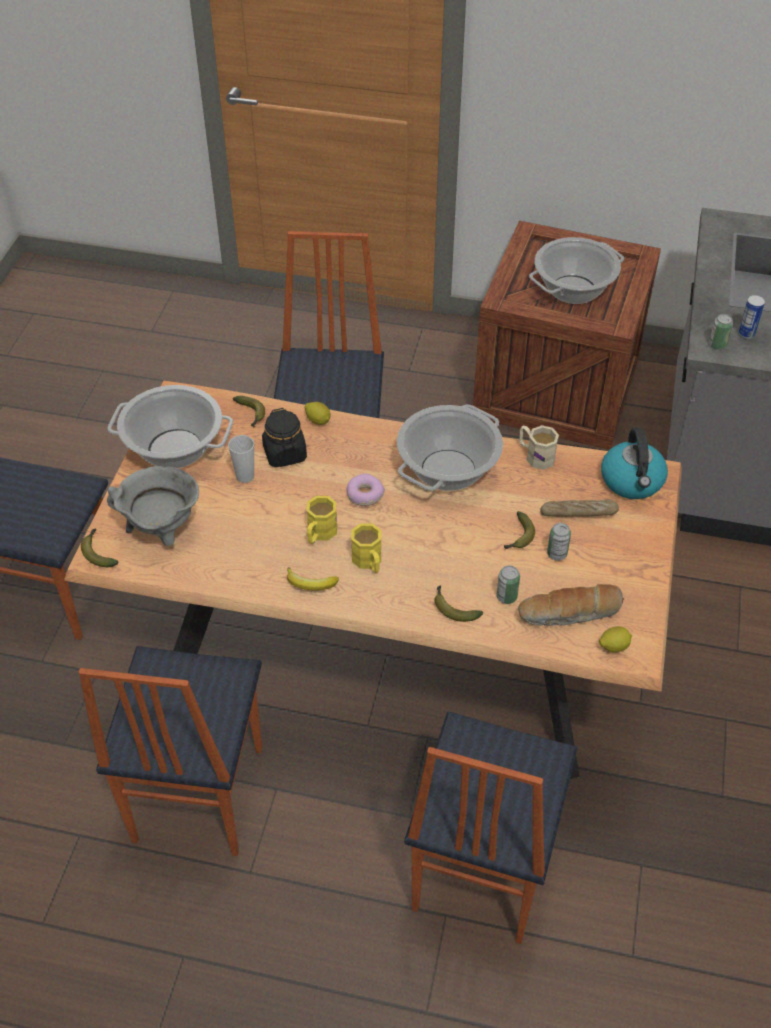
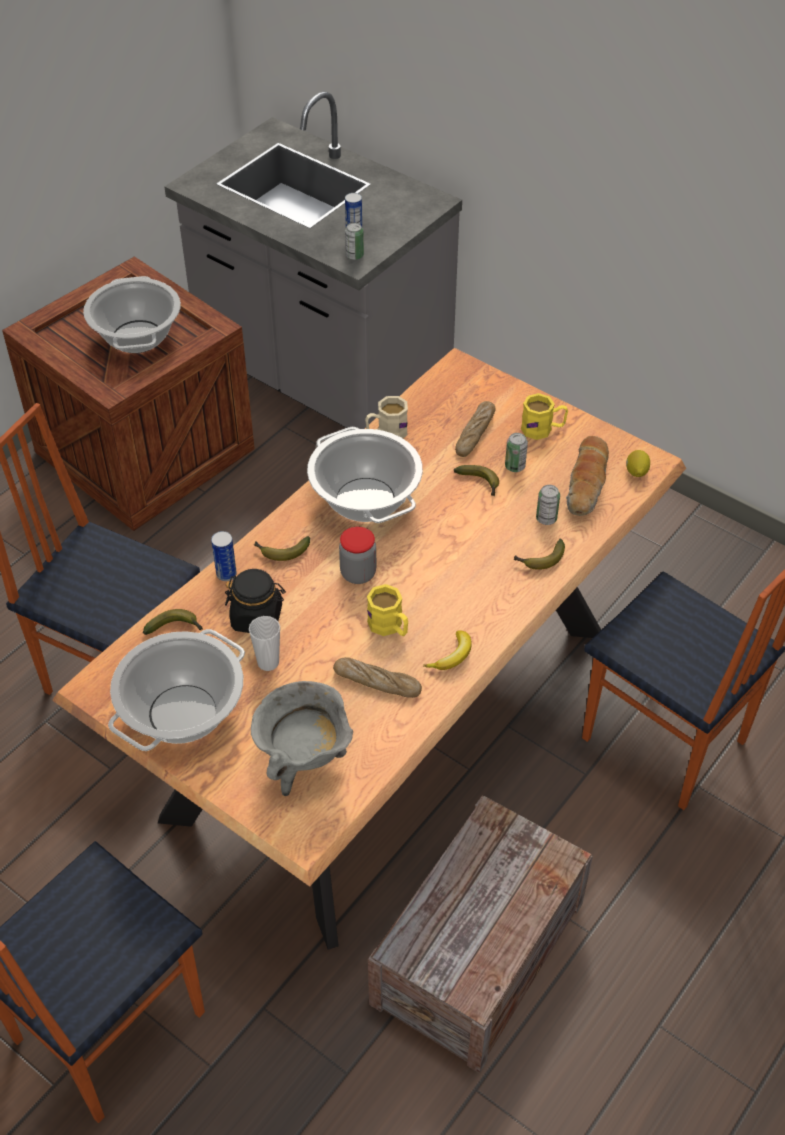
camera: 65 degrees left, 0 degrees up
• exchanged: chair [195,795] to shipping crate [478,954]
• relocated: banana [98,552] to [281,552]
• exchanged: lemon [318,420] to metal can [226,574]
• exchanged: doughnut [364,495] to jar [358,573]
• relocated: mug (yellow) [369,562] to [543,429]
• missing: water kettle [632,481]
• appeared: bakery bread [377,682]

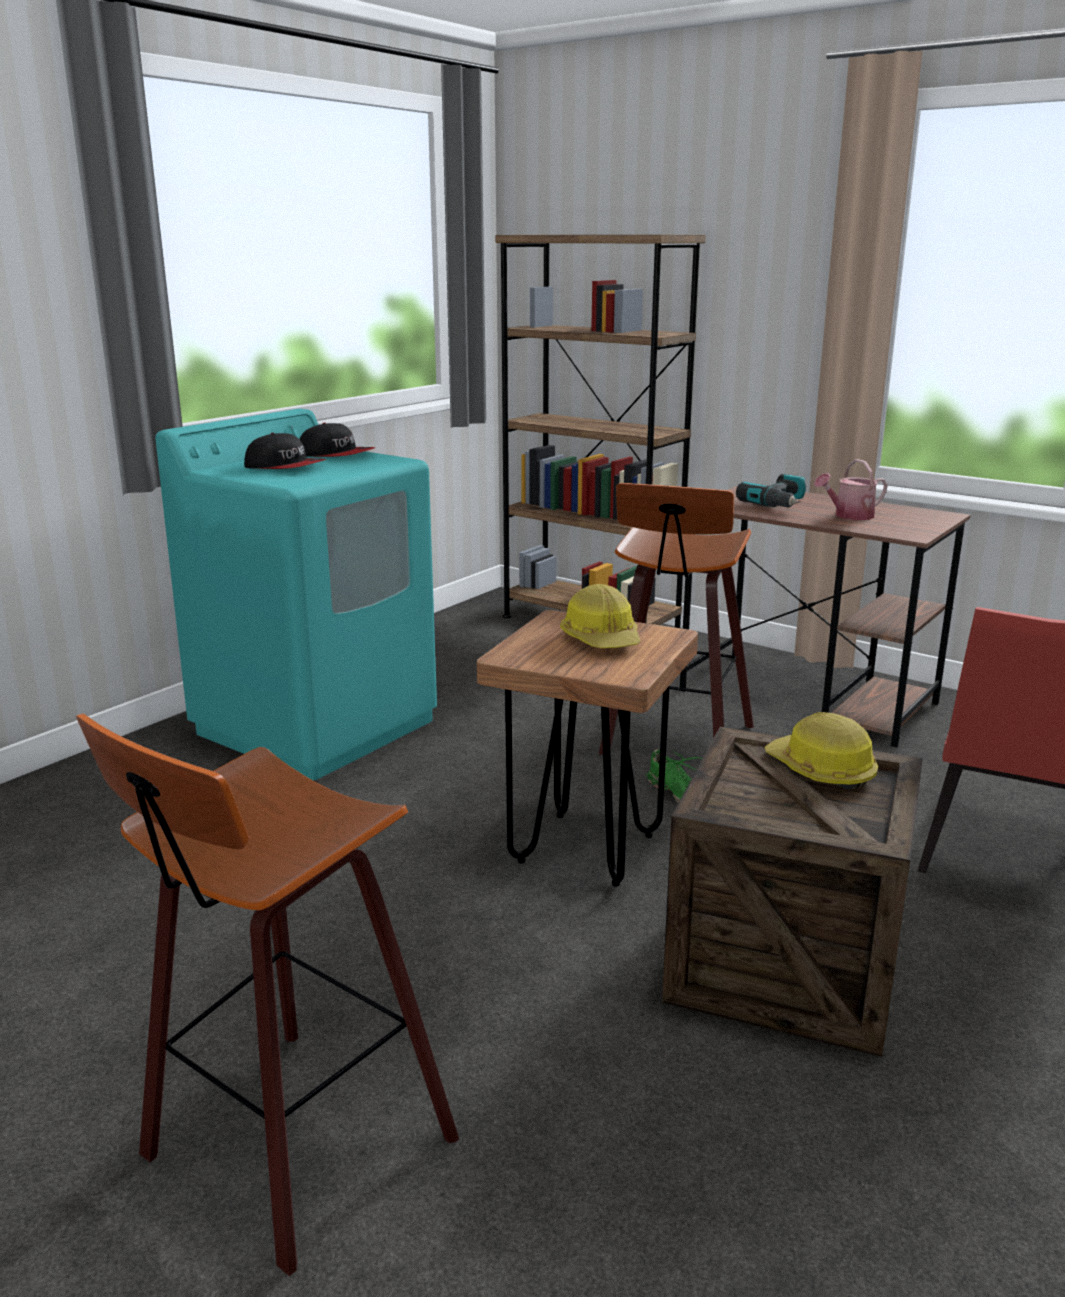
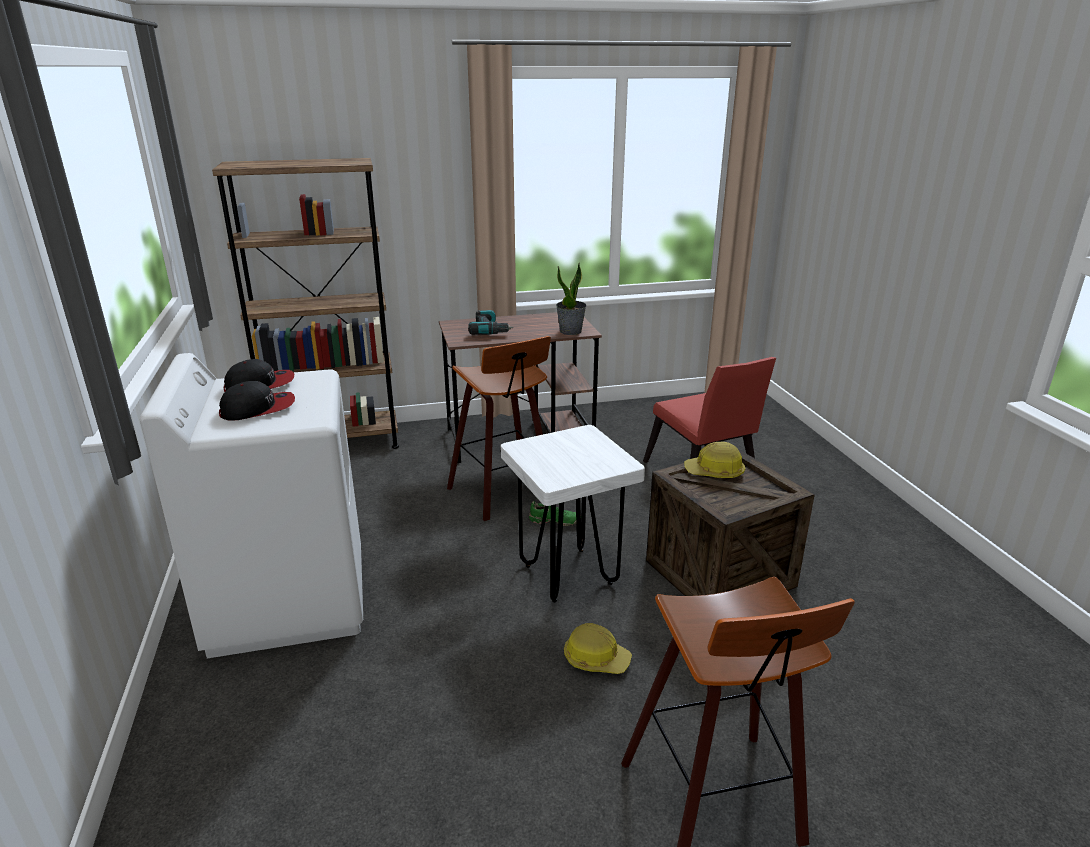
camera: 50 degrees left, 5 degrees up
• colour: washing machine (blue-green) [317,726] to washing machine (white-coloured) [288,599]
• colour: stool seat (brown-coloured) [587,848] to stool seat (white-coloured) [568,574]
• relocated: hard hat [602,639] to [596,659]
• missing: sprinkling can [849,516]
• appeared: houseplant [571,331]

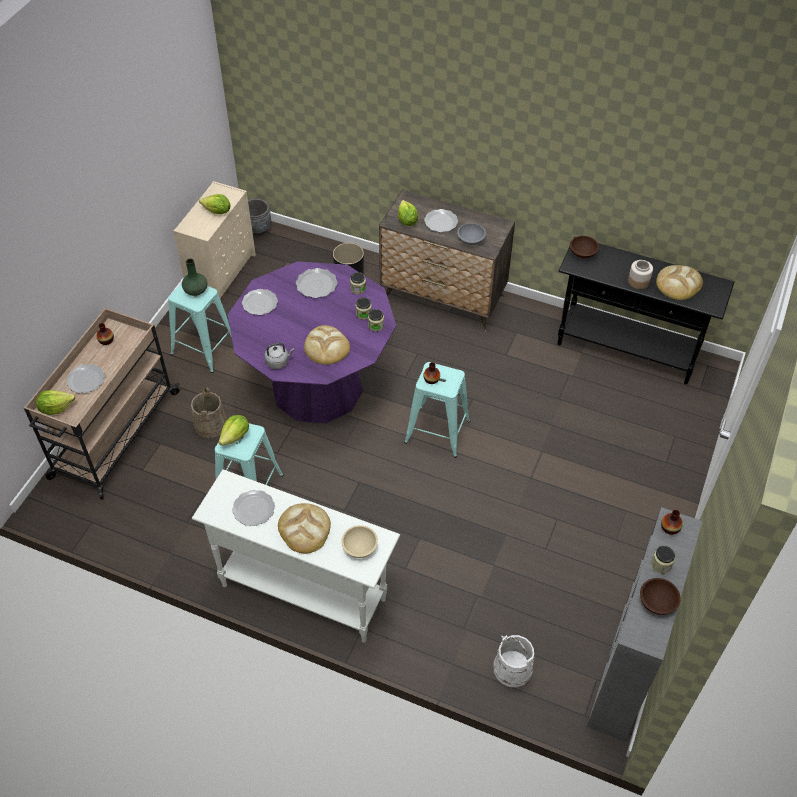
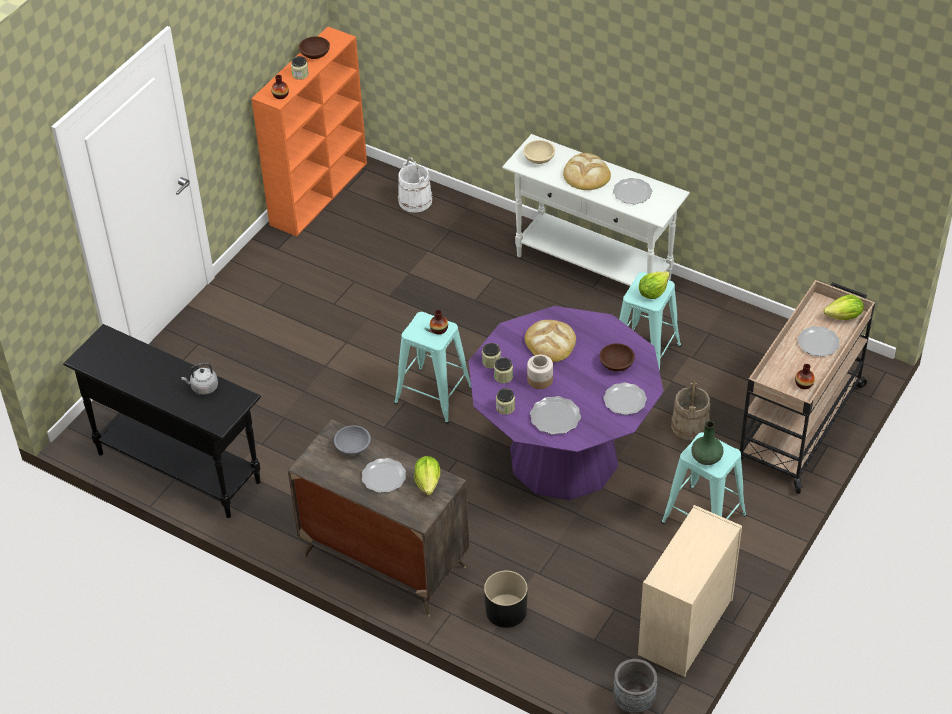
camera: 170 degrees left, 5 degrees down
• missing: lettuce [217,211]
• relocated: water kettle (greyish) [278,362] to [203,388]
• relocated: serving bowl (brown-coloured) [582,253] to [617,364]
• colour: bookcase (greyish) [625,670] to bookcase (orange) [319,192]
• relocated: jar [638,281] to [540,380]
• missing: bakery bread [678,284]

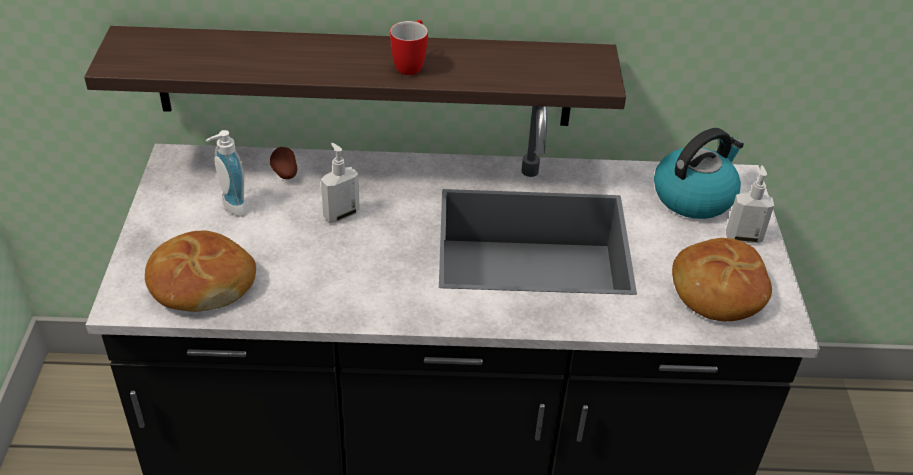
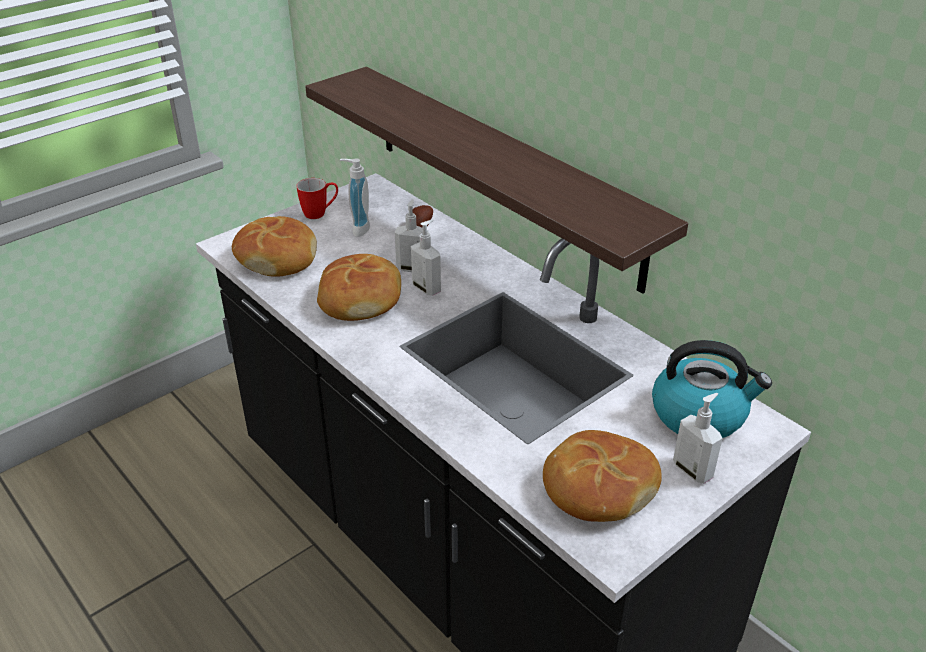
camera: 50 degrees right, 5 degrees down
• relocated: mug [411,65] to [320,213]
• appeared: bakery bread [361,299]
• appeared: soap dispenser [427,288]

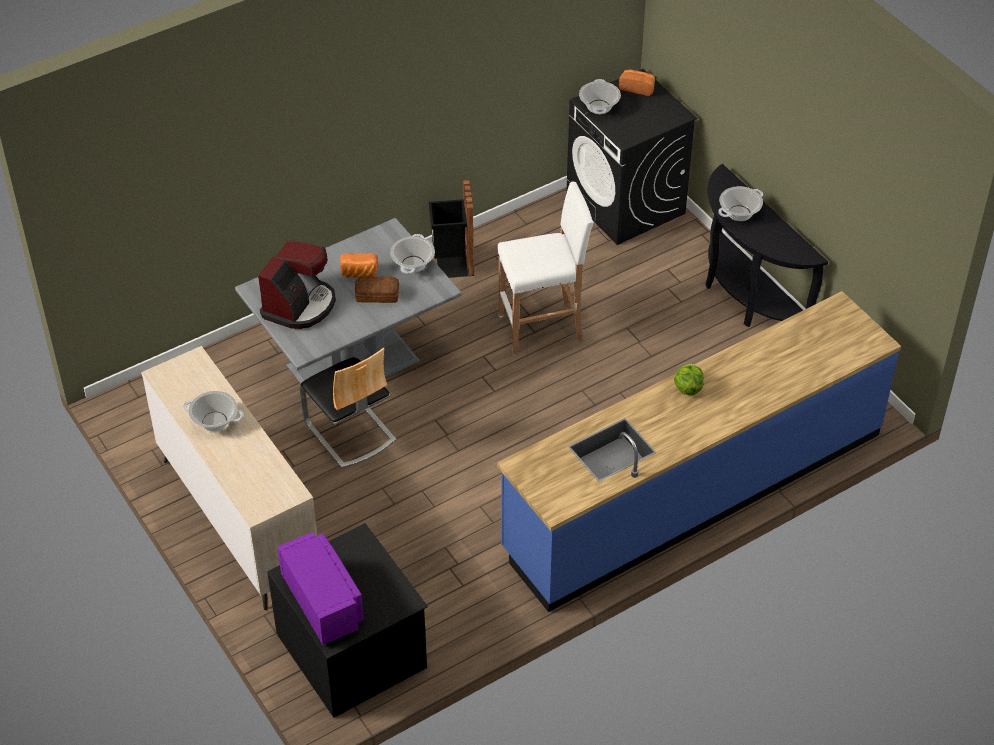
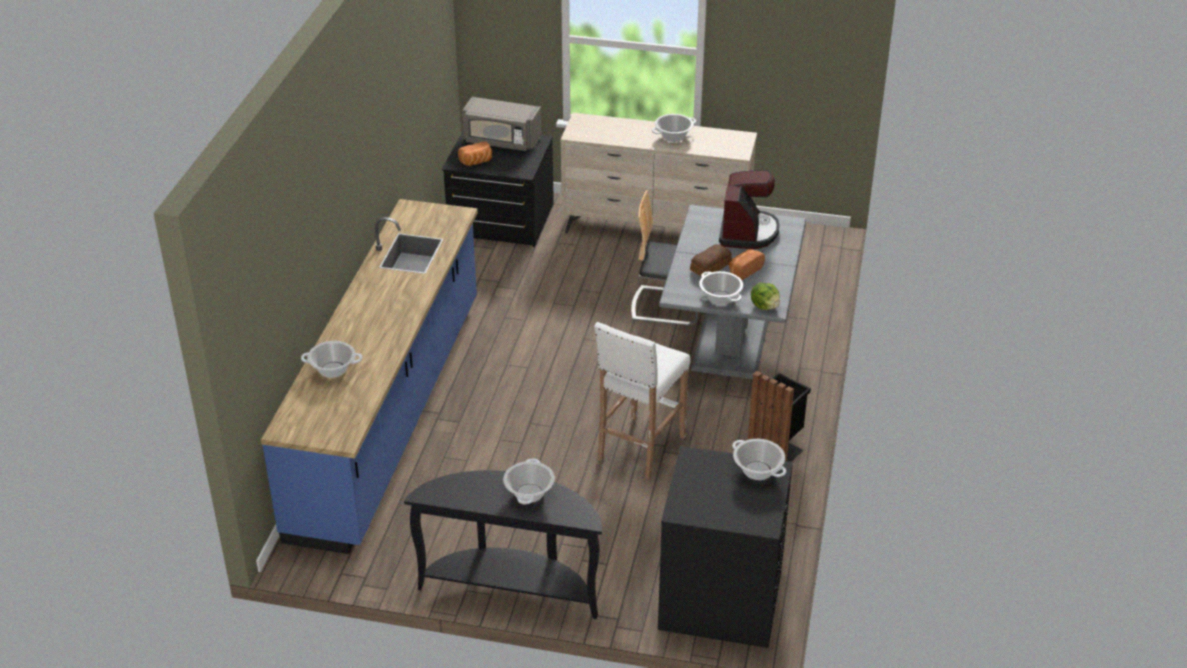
camera: 135 degrees right, 10 degrees down
• spun: coffee brewer [300,305] = [747,232] 150 degrees counterclockwise
• colour: kitchen microwave (purple-coloured) [323,602] to kitchen microwave (greyish) [502,141]
• relocated: bakery bread [637,88] to [476,162]
• relocated: lettuce [688,388] to [765,306]
• appeared: saucepot [333,369]

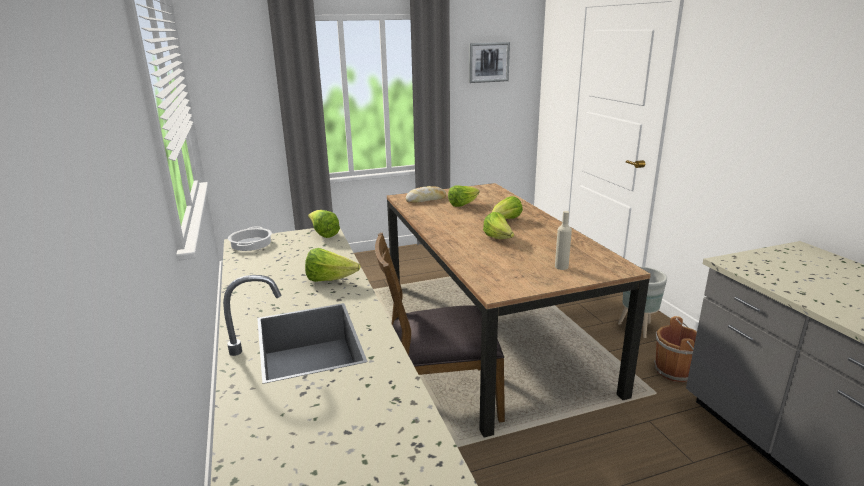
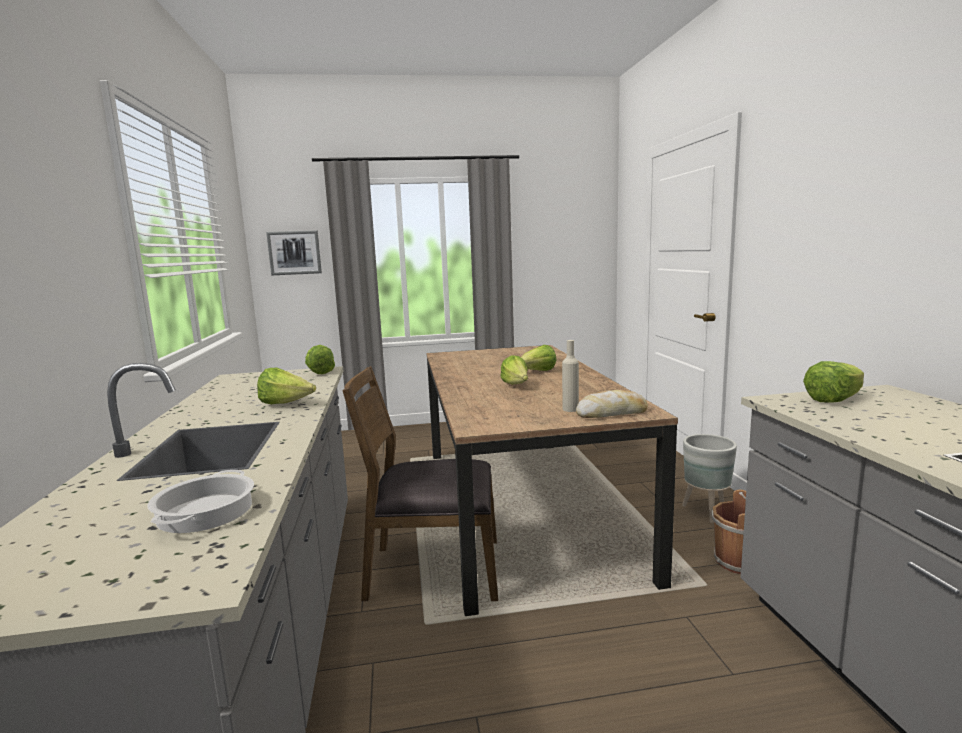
camera: 10 degrees right, 10 degrees down
• relocated: saucepot [251,243] to [205,511]
• relocated: bakery bread [426,199] to [612,413]
• relocated: lettuce [462,204] to [834,400]
• relocated: wall picture [488,62] to [294,252]

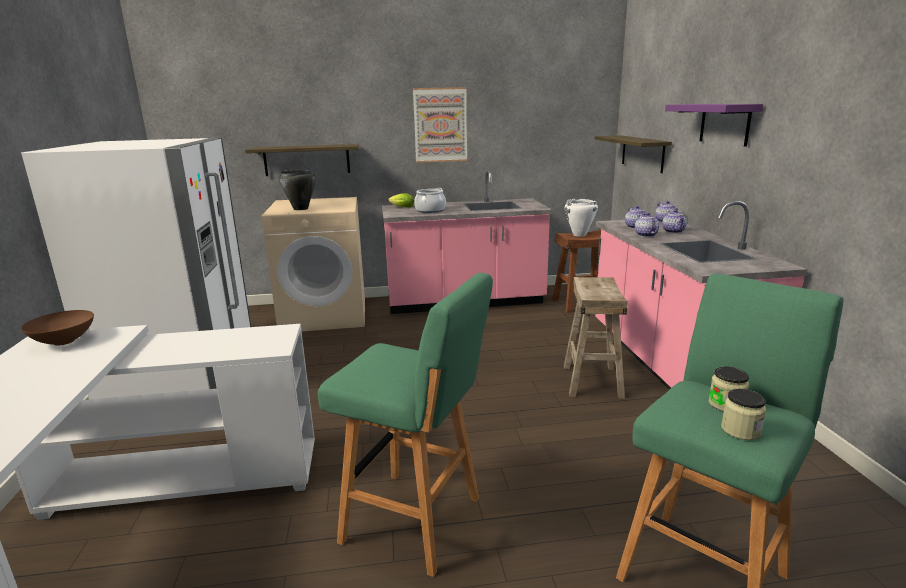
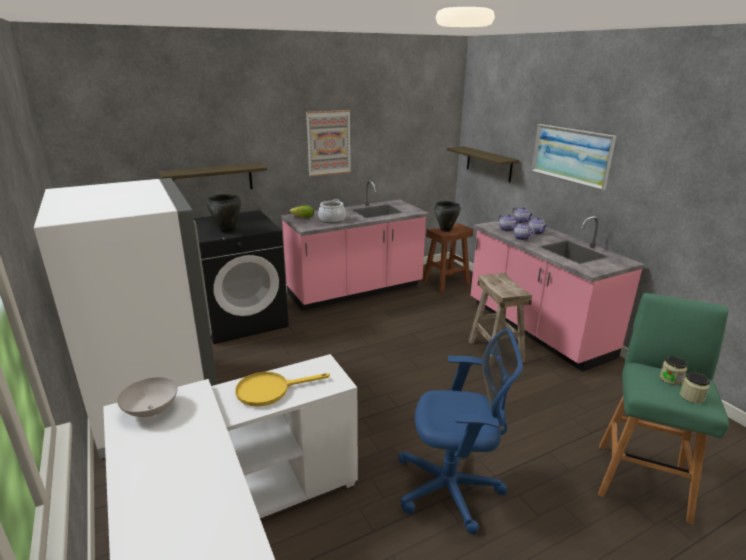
camera: 20 degrees left, 5 degrees up
• colour: serving bowl (brown-coloured) [64,342] to serving bowl (white-coloured) [152,410]
• colour: washing machine (beige) [325,315] to washing machine (blackish) [244,319]
• exchanged: stool seat (greenish) [416,521] to computer chair (blue) [453,489]
• colour: saucepot (white-coloured) [579,235] to saucepot (blackish) [445,230]
• exchanged: wall shelf (purple-coloured) [724,124] to wall picture [571,155]
• appeared: skillet (yellow) [270,390]

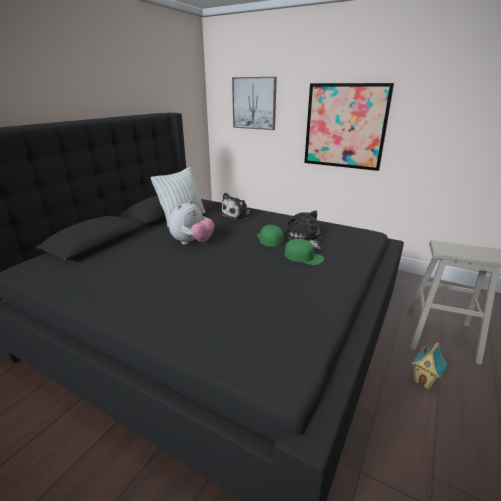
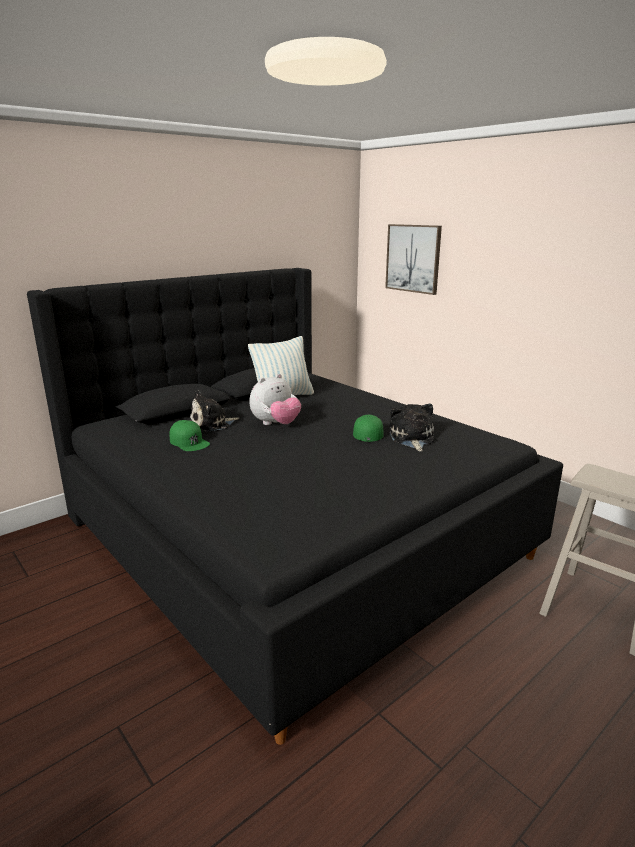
camera: 20 degrees right, 5 degrees down
• relocated: plush toy [237,215] to [212,424]
• relocated: cap (greenish) [303,256] to [189,442]
• missing: wall picture [345,126]
• missing: miniature house [424,381]

